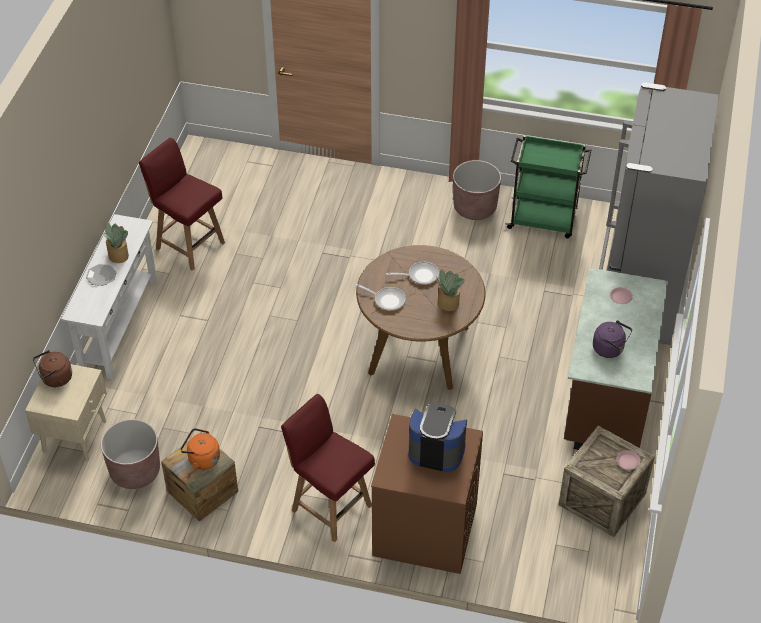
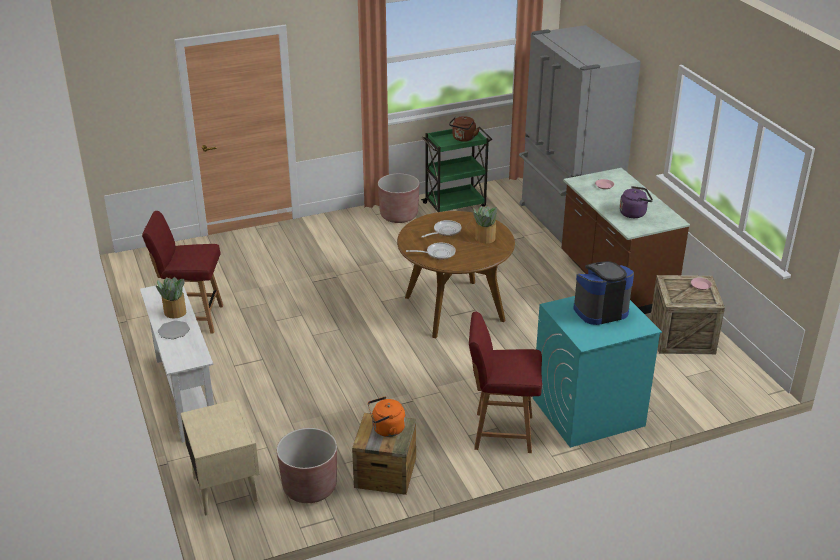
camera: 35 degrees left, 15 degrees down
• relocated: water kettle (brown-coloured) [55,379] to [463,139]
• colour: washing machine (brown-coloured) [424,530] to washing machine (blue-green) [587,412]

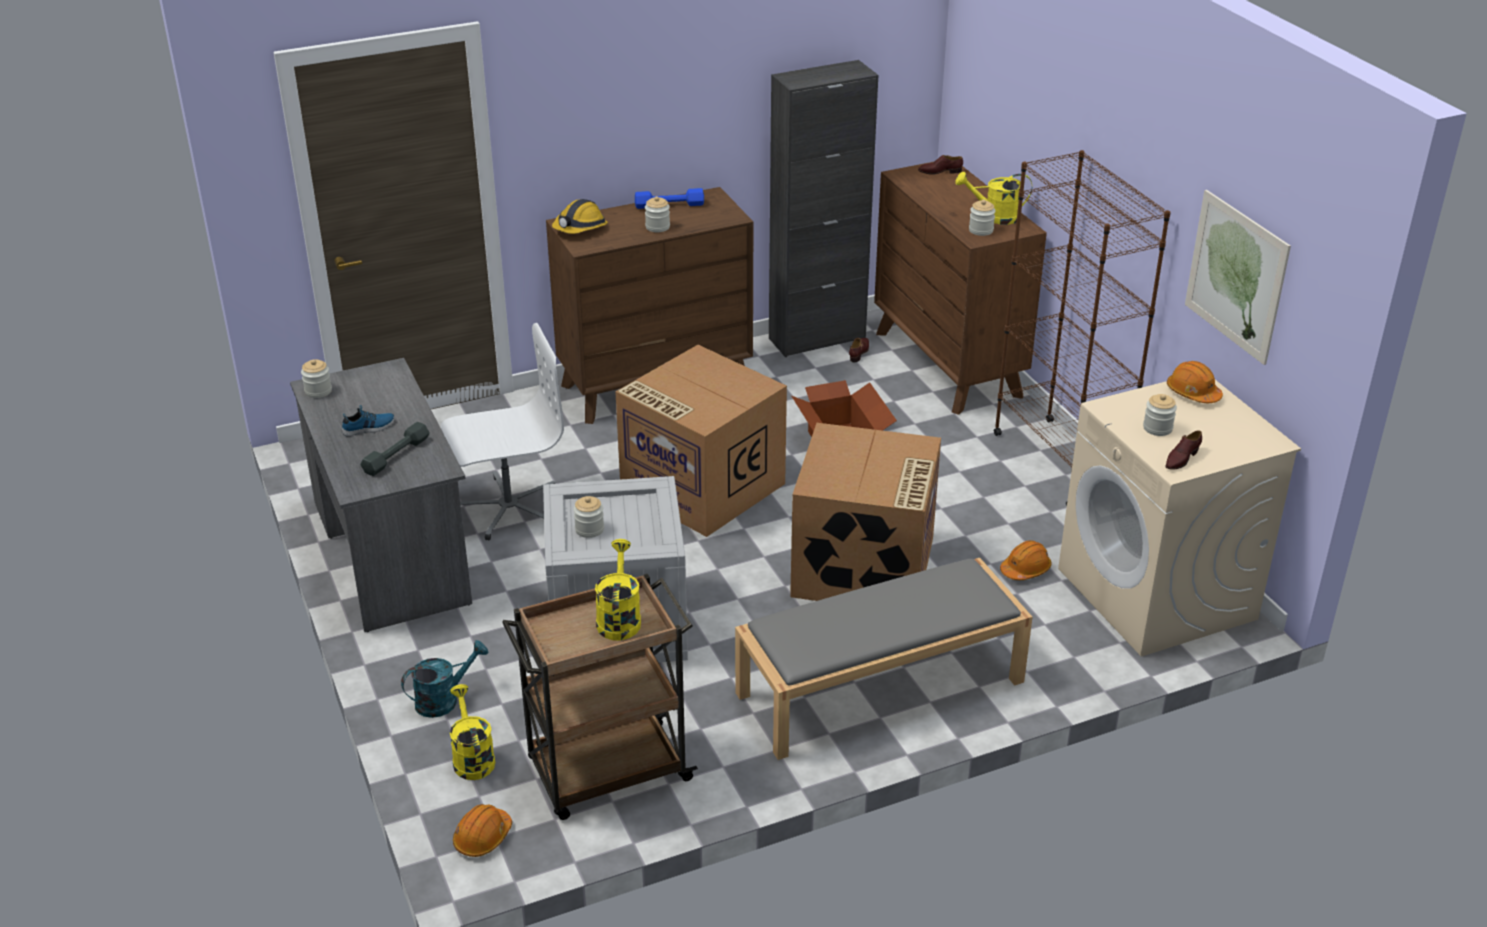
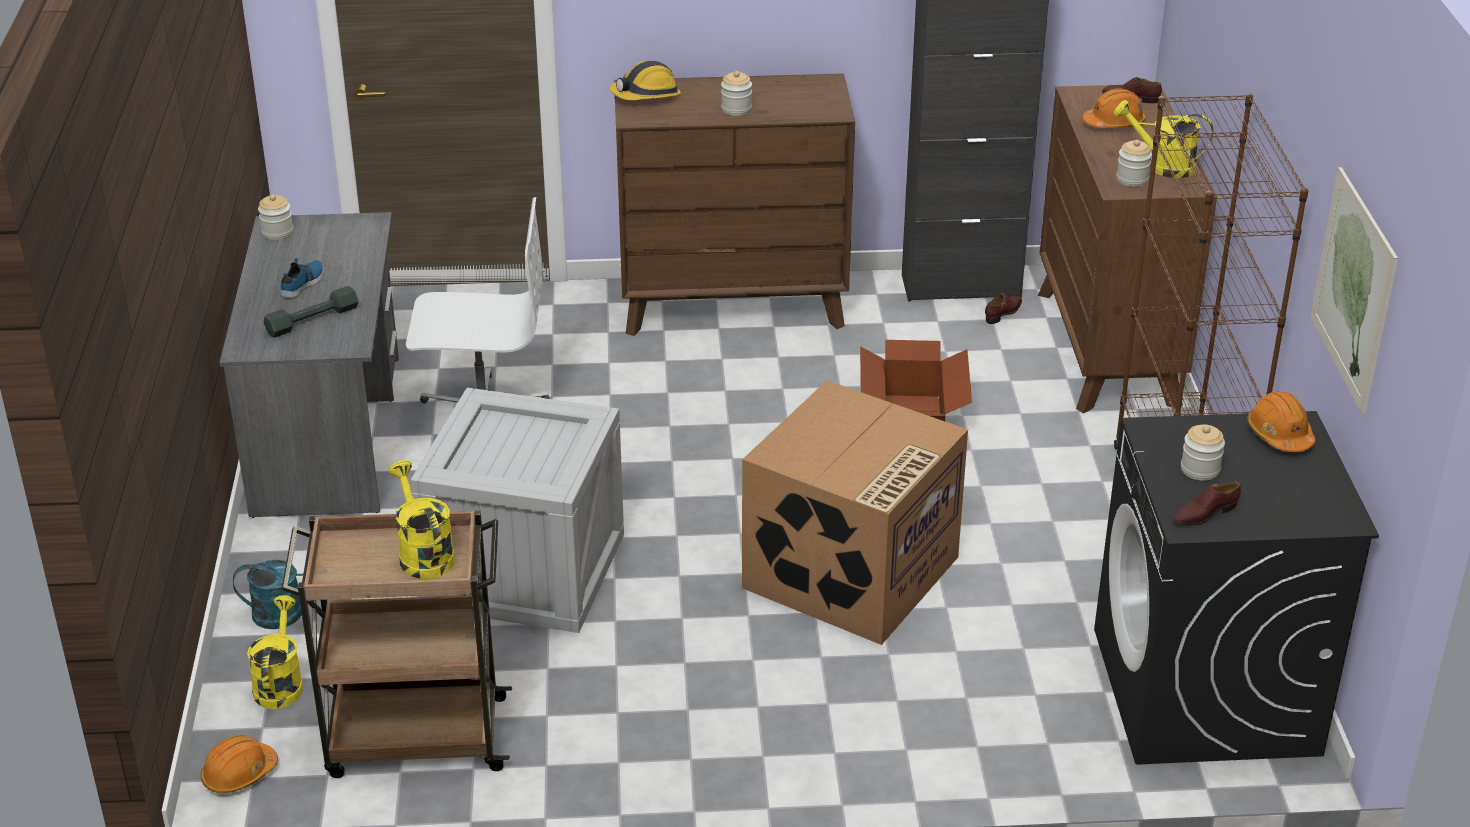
camera: 20 degrees right, 0 degrees up
• spun: shoe [369,428] = [303,283] 60 degrees counterclockwise
• missing: jar [589,529]
• spun: sprinkling can (yellow) [619,618] = [423,554] 45 degrees counterclockwise
• missing: carton [700,487]
• missing: dumbbell (blue) [669,205]
• missing: long seat (greyish) [879,688]
• relocated: hard hat (orange) [1025,569] to [1114,123]
• colour: washing machine (beige) [1157,594] to washing machine (blackish) [1206,693]

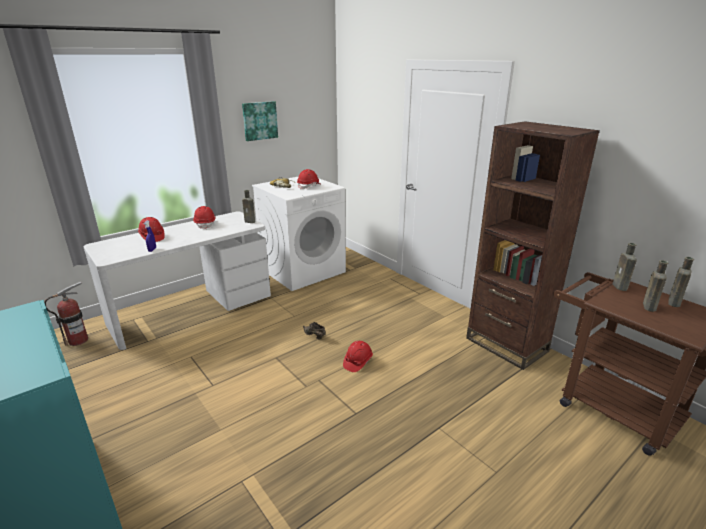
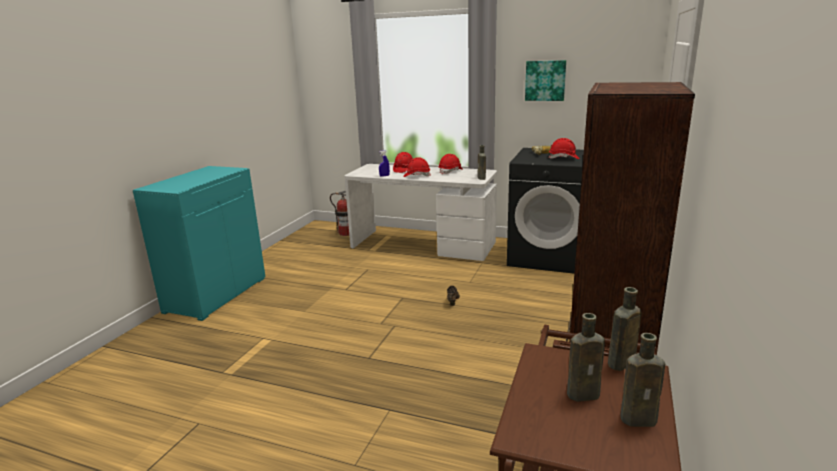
camera: 60 degrees right, 5 degrees down
• colour: washing machine (white-coloured) [303,270] to washing machine (blackish) [550,256]
• relocated: hard hat (reddish) [357,362] to [417,176]

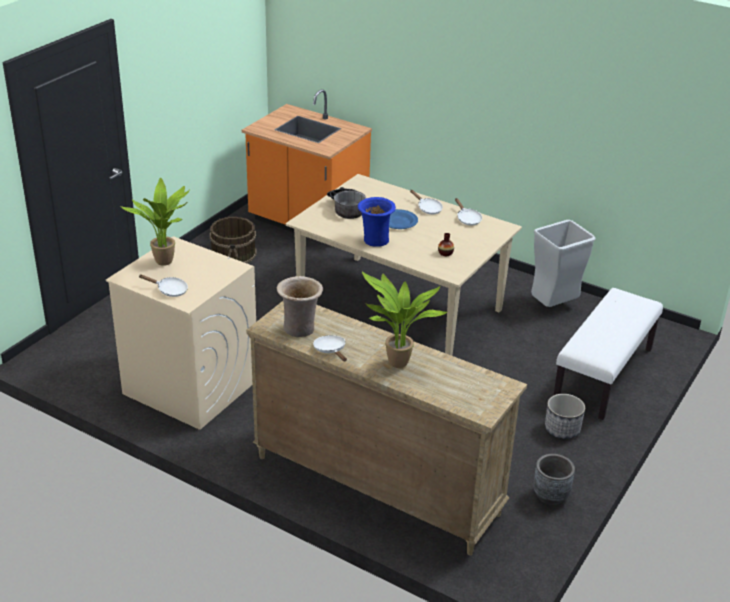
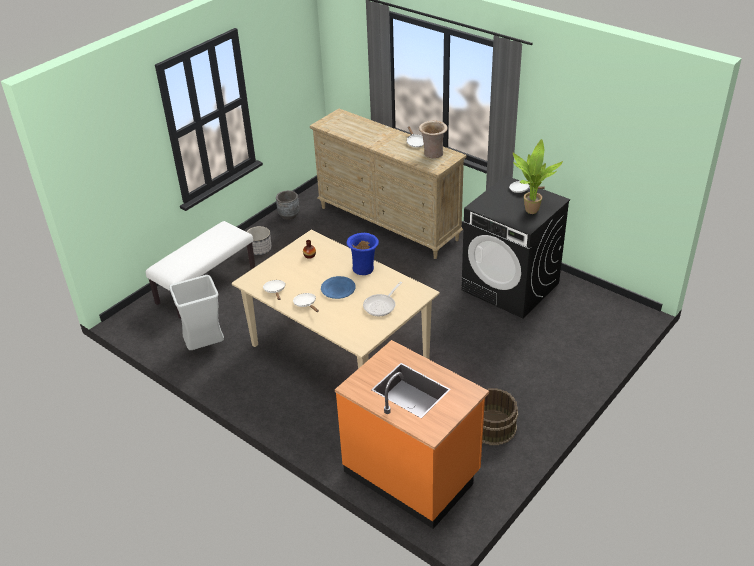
camera: 170 degrees left, 5 degrees up
• colour: washing machine (beige) [190,386] to washing machine (blackish) [511,287]
• exchanged: saucepot [347,209] to skillet [381,305]
• missing: houseplant [396,365]

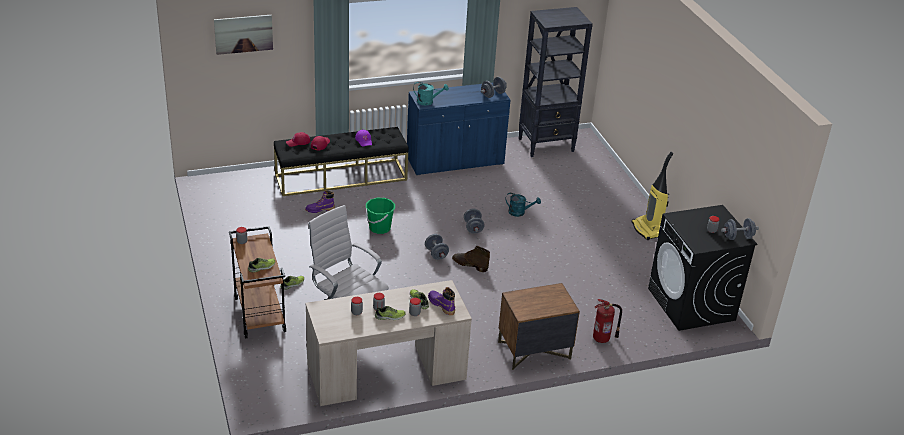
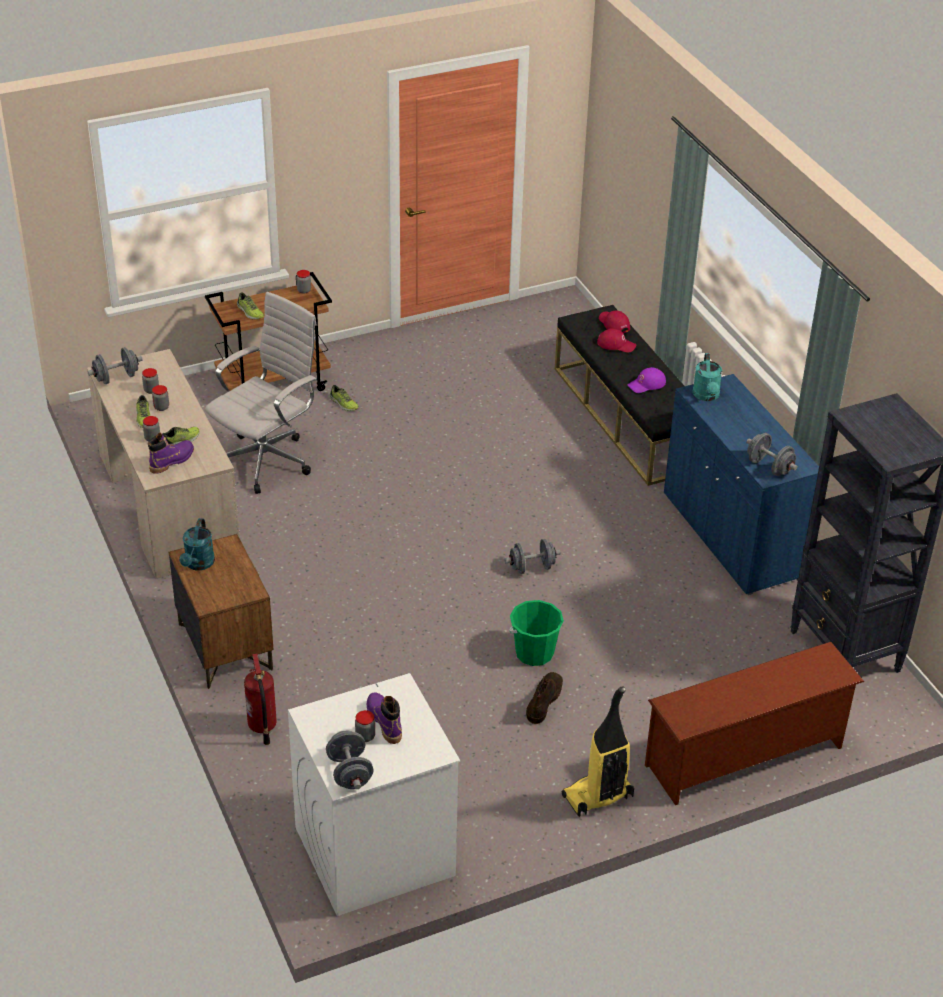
camera: 85 degrees right, 5 degrees up
• missing: wall picture [243,34]
• relocated: boot (purple-coloured) [320,209] to [384,721]
• relocated: pail (greenish) [379,228] to [534,653]
• relocated: dumbbell (greyish) [436,254] to [116,378]
• relocated: boot (brown-coloured) [469,264] to [544,700]
• relocated: sprinkling can (blue-green) [520,212] to [198,564]
• colour: washing machine (blackish) [691,304] to washing machine (white-coloured) [373,852]
• appeared: shoe rack (brown-coloured) [745,757]

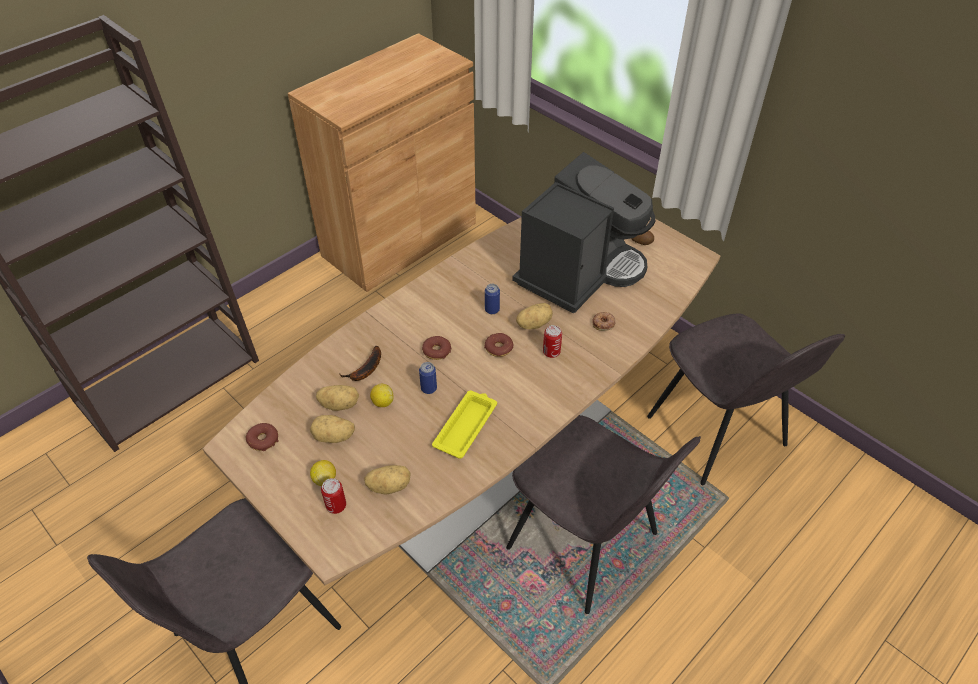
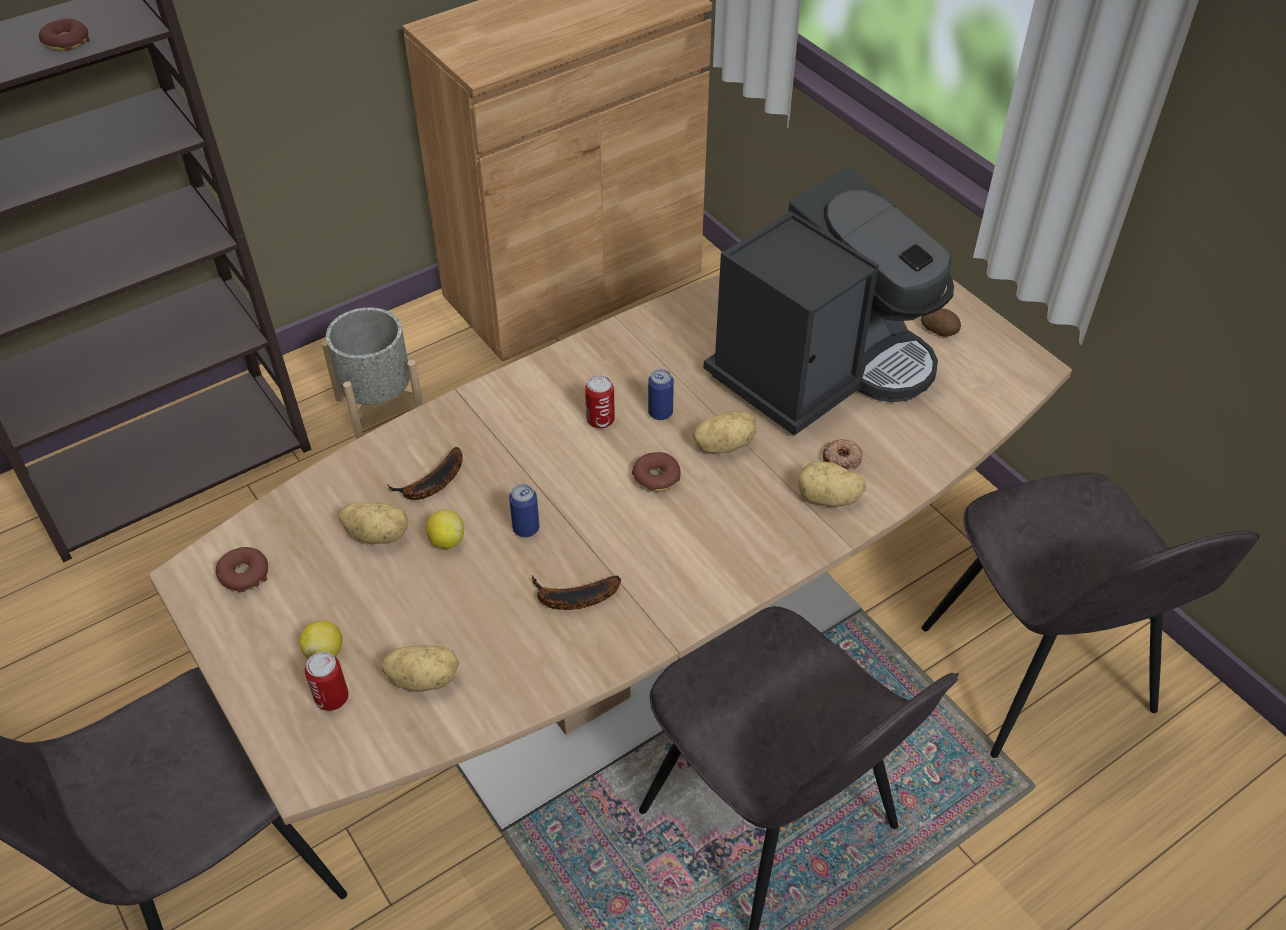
camera: 10 degrees right, 0 degrees up
• relocated: potato [334,437] to [828,499]
• relocated: doughnut [436,351] to [66,43]
• exchanged: tray (yellow) [466,426] to banana [572,599]
• relocated: metal can [551,352] to [600,420]
• appeared: plant pot (greyish) [379,408]

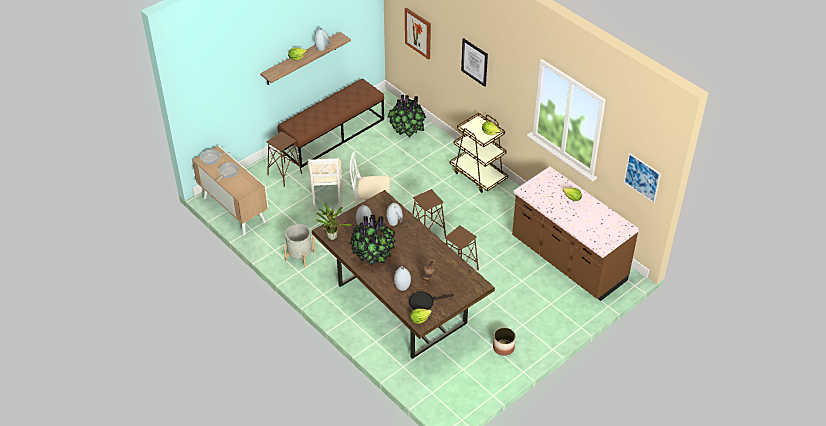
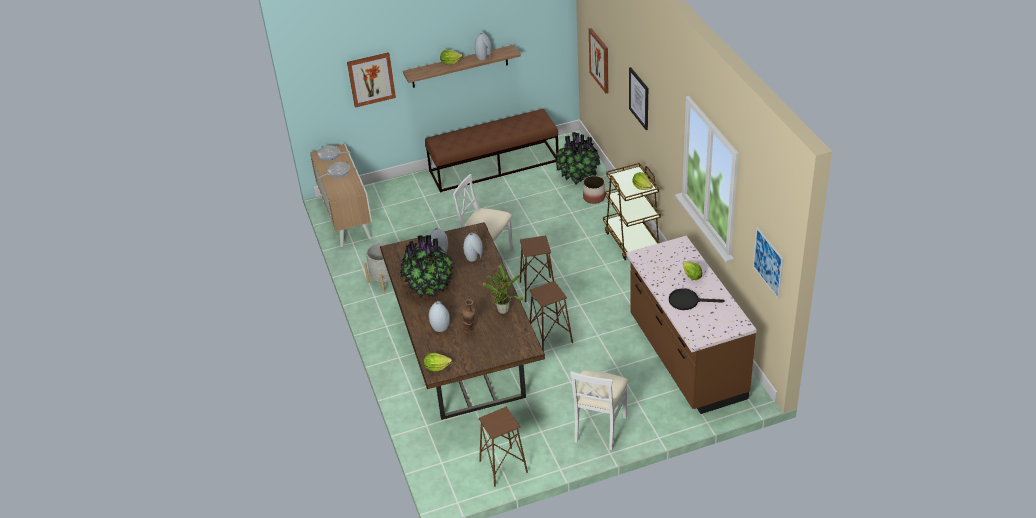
camera: 25 degrees right, 5 degrees down
• relocated: stool seat (brown-coloured) [284,174] to [503,467]
• relocated: chair (white-coloured) [327,199] to [599,427]
• relocated: houseplant [332,236] to [504,309]
• relocated: skillet (blackish) [425,302] to [688,301]
• relocated: plant pot [503,347] to [594,197]
• appeared: wall picture [371,79]

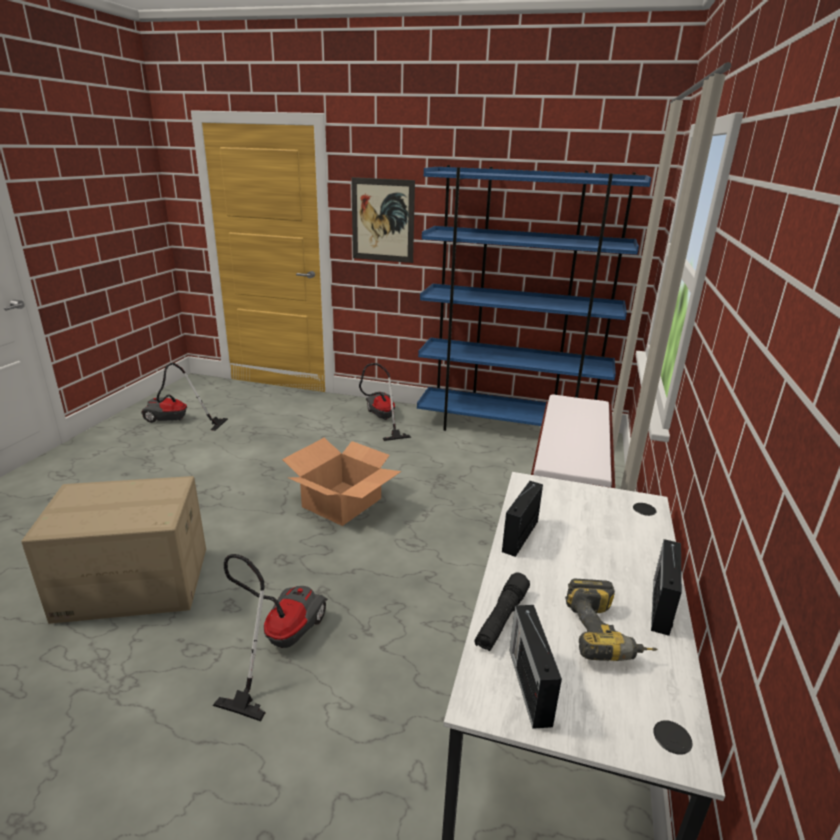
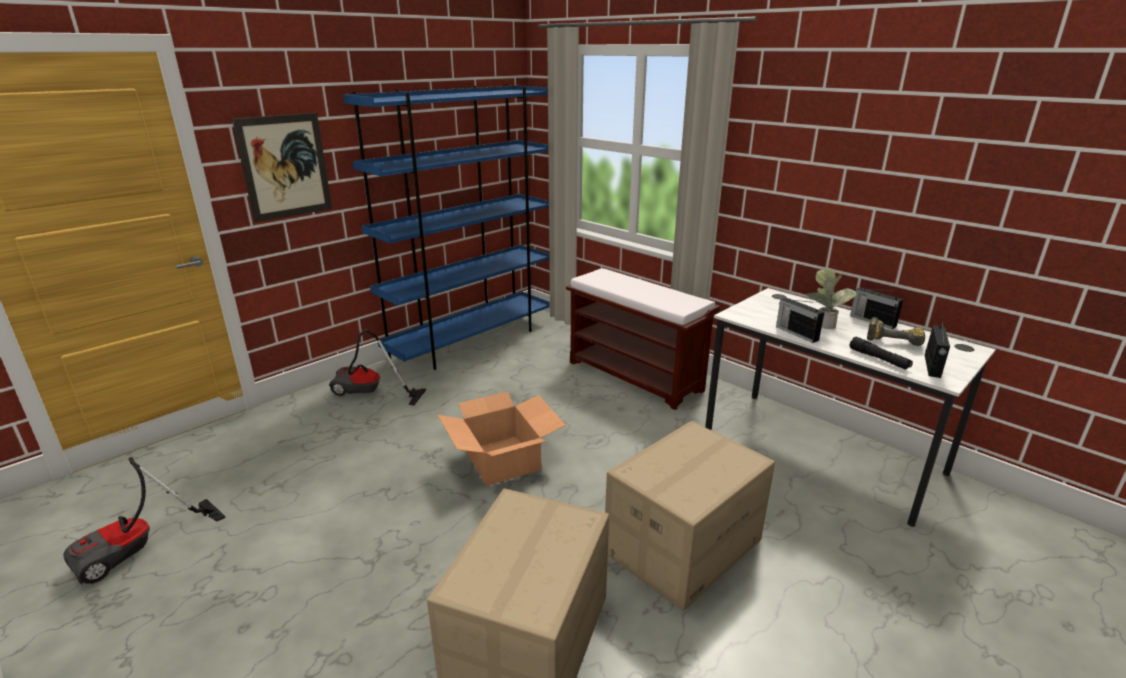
camera: 60 degrees left, 0 degrees up
• exchanged: vacuum [278,643] to carton [682,545]
• spun: radio receiver [529,684] = [932,366] 90 degrees counterclockwise
• appeared: houseplant [823,324]

